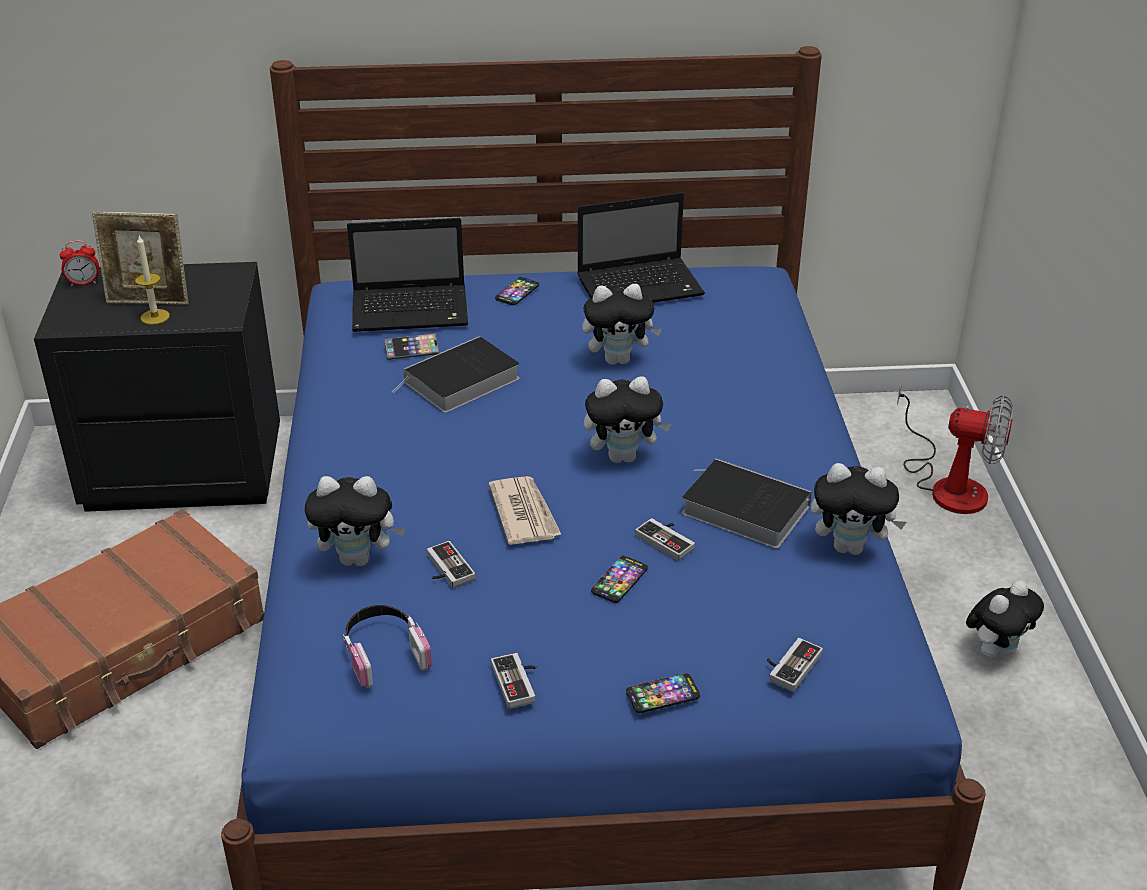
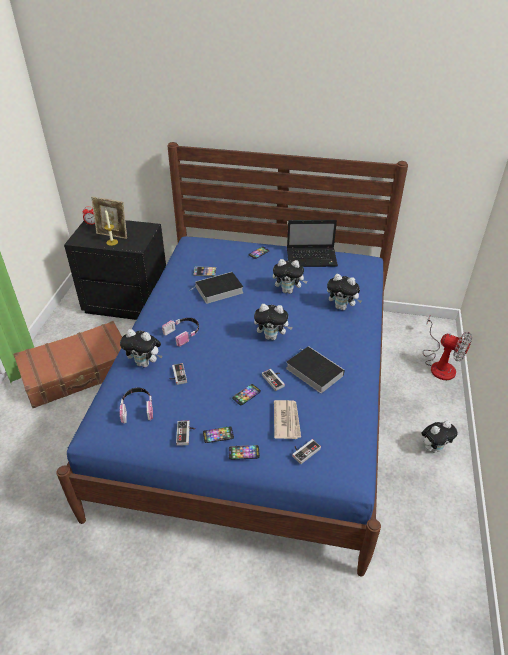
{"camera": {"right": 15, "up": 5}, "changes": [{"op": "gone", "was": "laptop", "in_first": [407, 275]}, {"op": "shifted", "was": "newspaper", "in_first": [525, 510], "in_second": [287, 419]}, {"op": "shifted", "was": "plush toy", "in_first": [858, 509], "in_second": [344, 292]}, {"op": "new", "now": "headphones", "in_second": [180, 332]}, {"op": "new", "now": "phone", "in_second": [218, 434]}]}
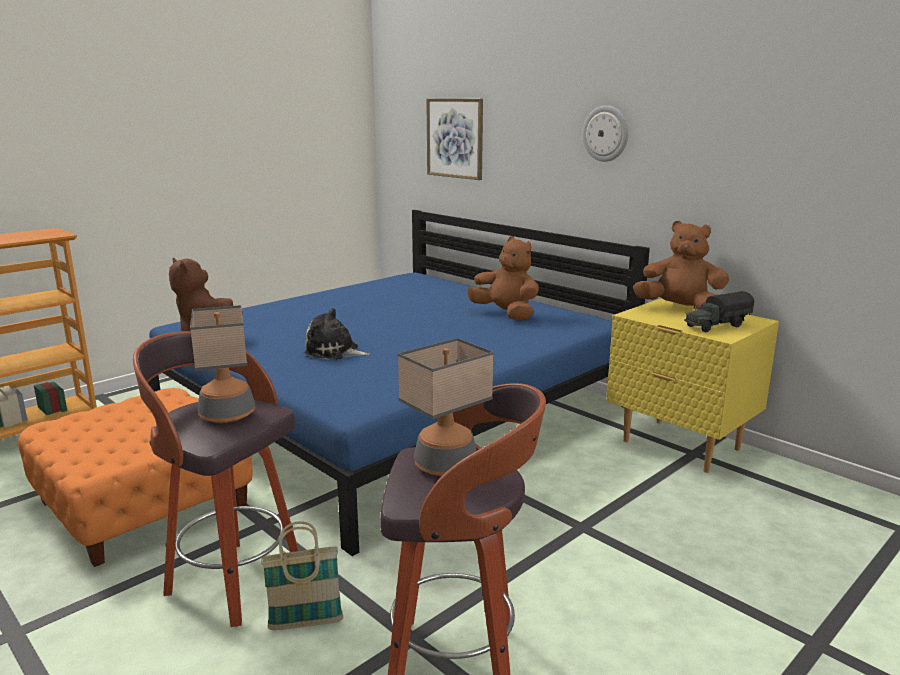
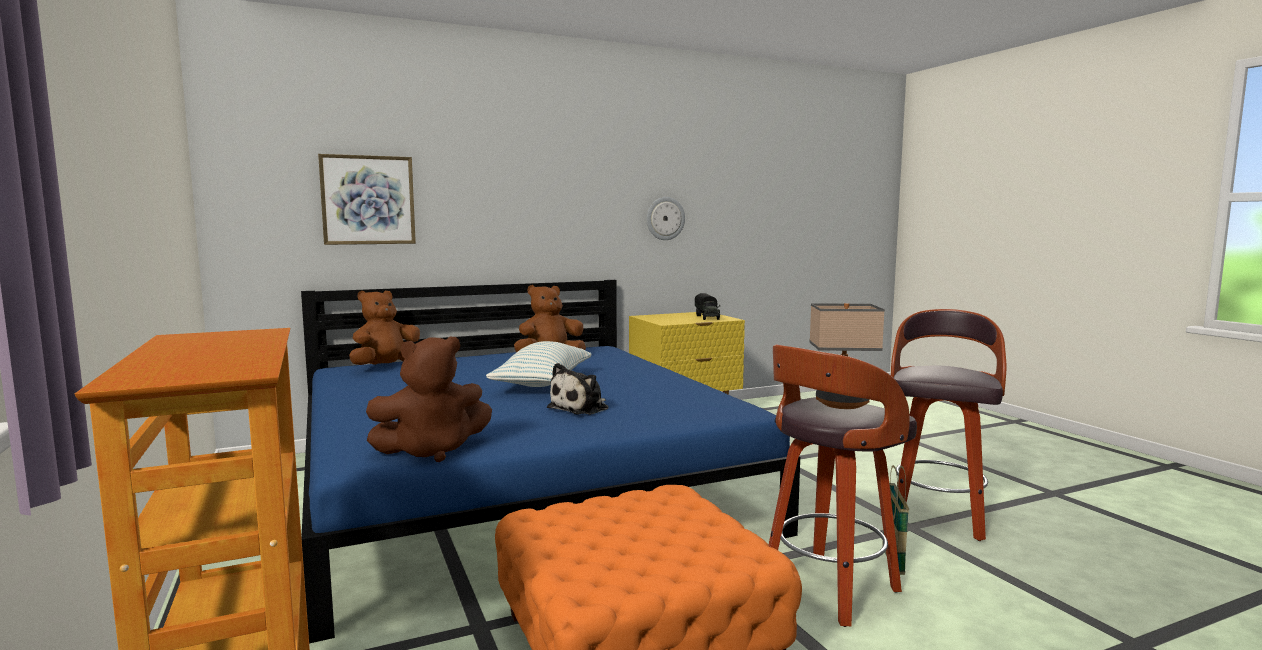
{"camera": {"right": -70, "up": -10}, "changes": [{"op": "gone", "was": "table lamp", "in_first": [446, 407]}, {"op": "shifted", "was": "wall clock", "in_first": [606, 133], "in_second": [665, 218]}, {"op": "shifted", "was": "brown plush toy", "in_first": [681, 265], "in_second": [384, 328]}, {"op": "new", "now": "pillow", "in_second": [539, 364]}]}
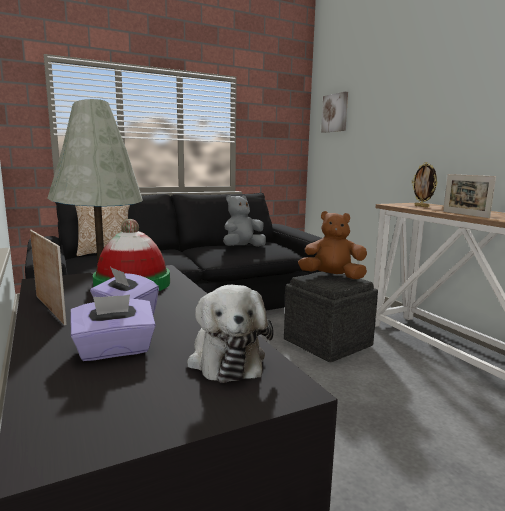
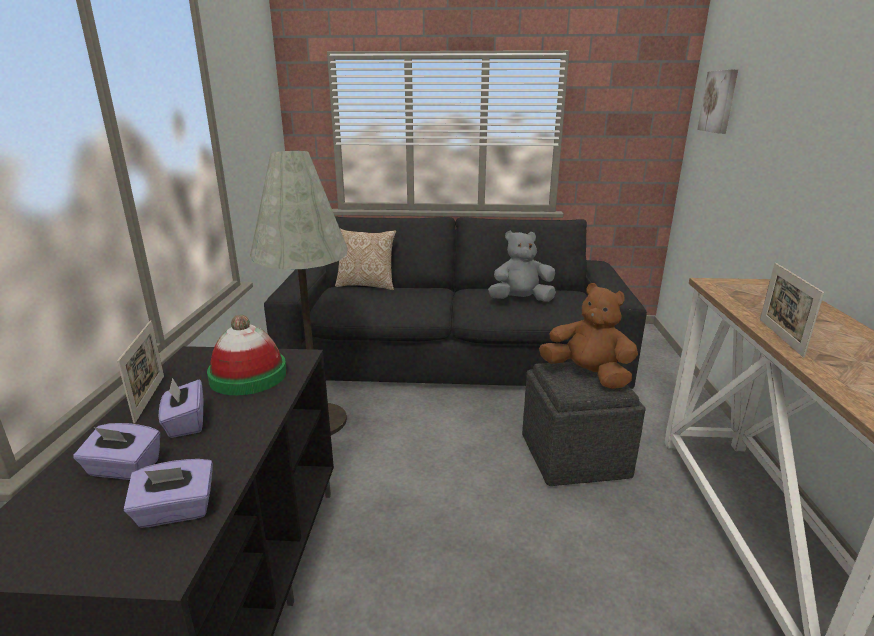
{"camera": {"right": 30, "up": 10}, "changes": [{"op": "swapped", "was": "plush toy", "now": "purple tissue box", "in_first": [230, 334], "in_second": [168, 493]}, {"op": "gone", "was": "picture frame", "in_first": [425, 184]}]}
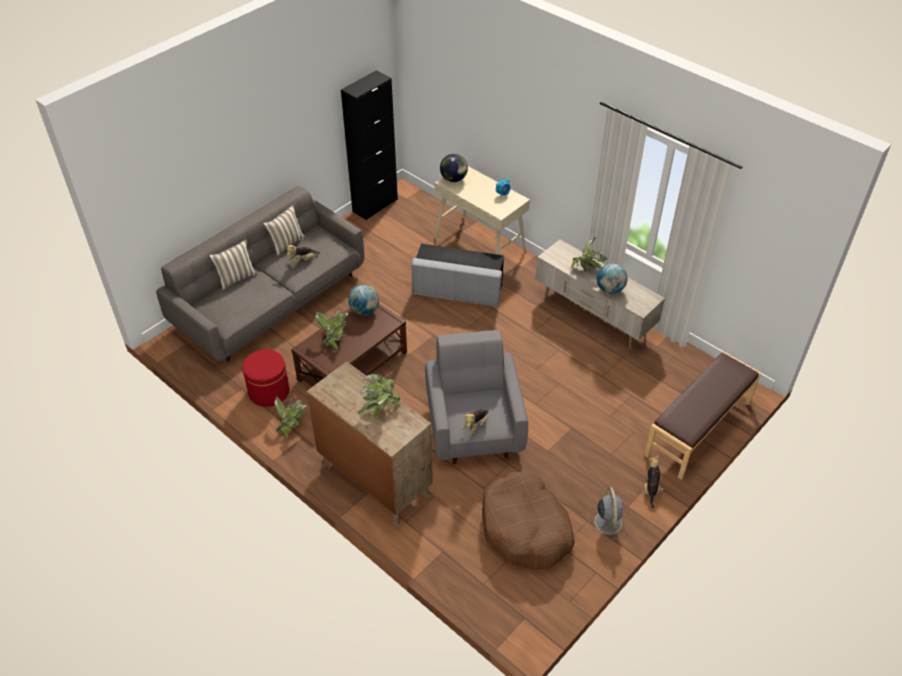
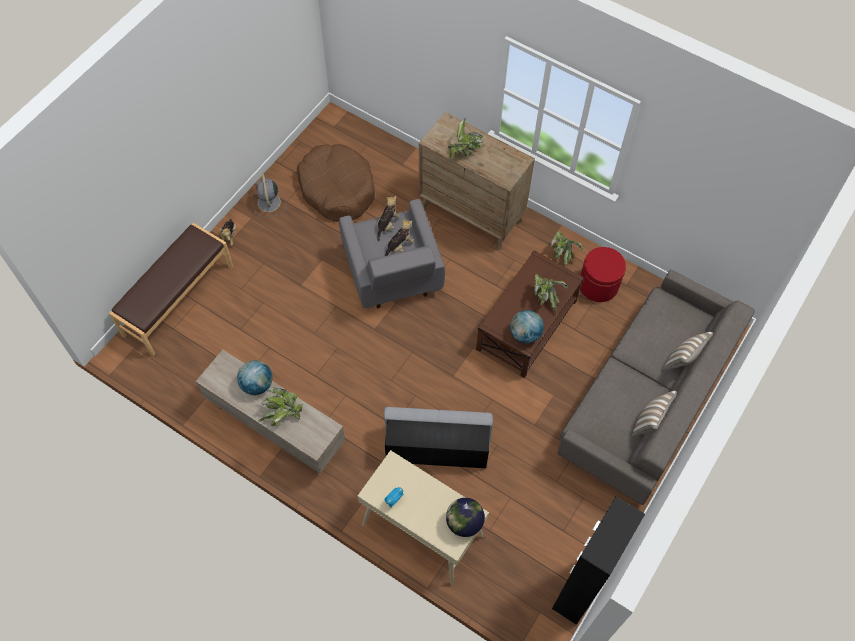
{"camera": {"right": 170, "up": 15}, "changes": [{"op": "shifted", "was": "plush toy", "in_first": [302, 255], "in_second": [399, 237]}]}
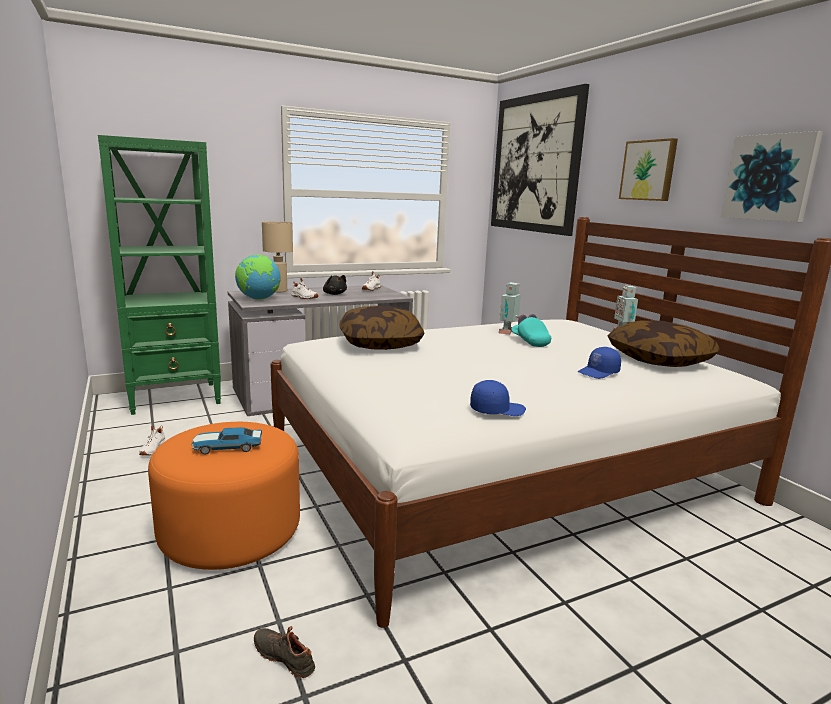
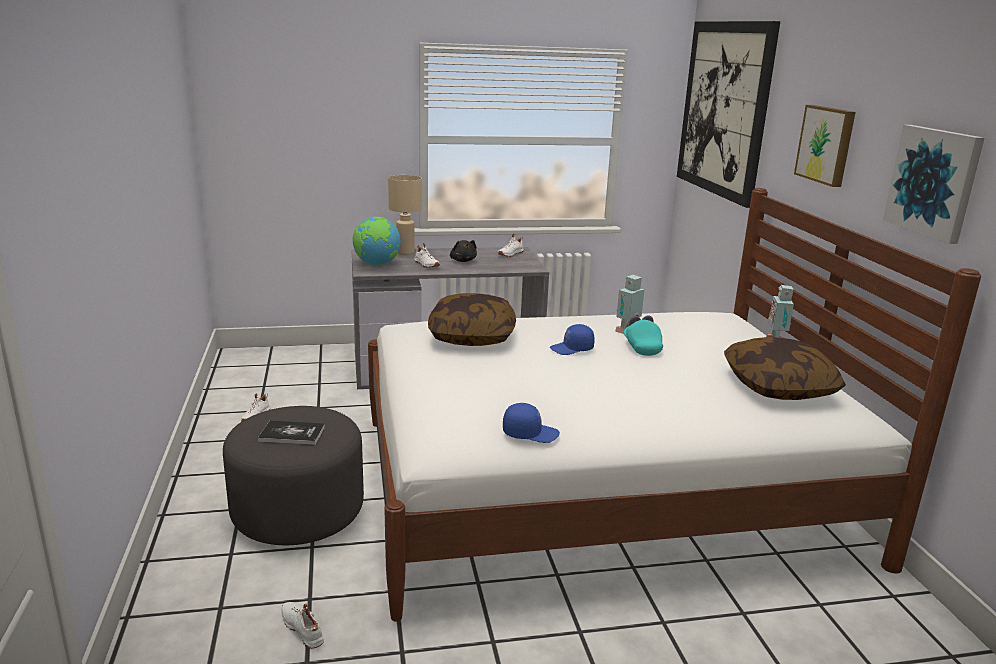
{"camera": {"right": 15, "up": 5}, "changes": [{"op": "gone", "was": "green bookcase", "in_first": [159, 275]}, {"op": "repainted", "was": "orange ottoman", "now": "grey ottoman", "in_first": [224, 496], "in_second": [293, 475]}, {"op": "swapped", "was": "toy car", "now": "book", "in_first": [226, 441], "in_second": [291, 433]}, {"op": "repainted", "was": "black shoe", "now": "white shoe", "in_first": [284, 652], "in_second": [302, 625]}, {"op": "shifted", "was": "blue cap", "in_first": [599, 363], "in_second": [572, 339]}]}
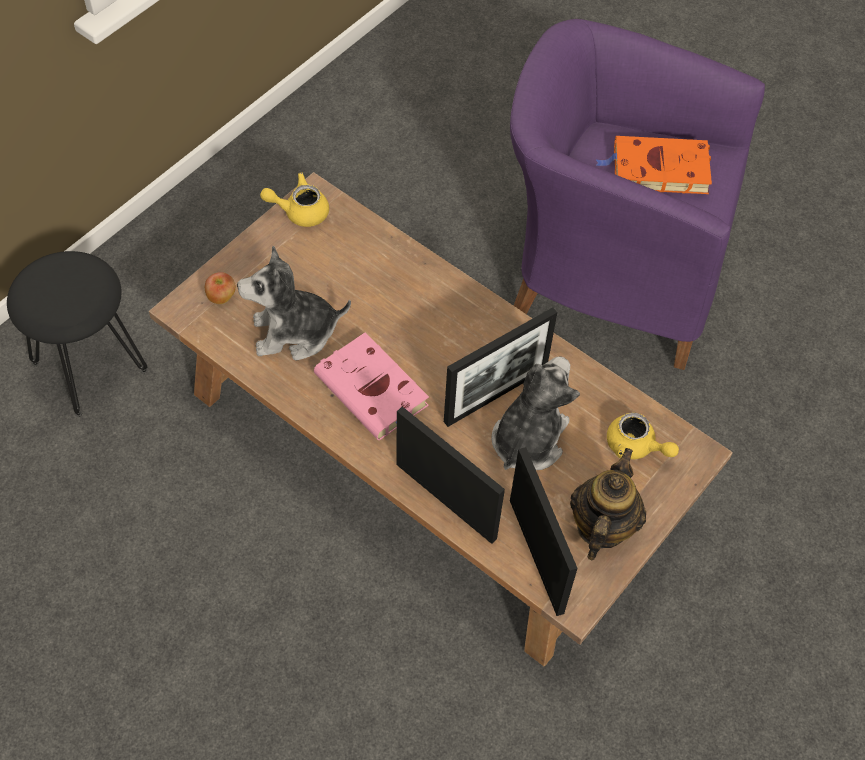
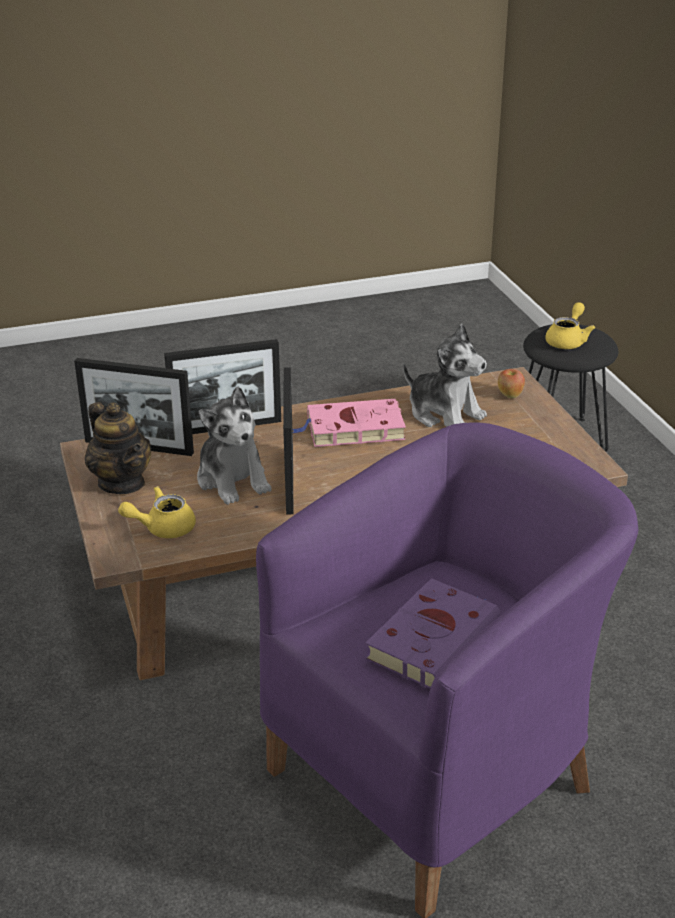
{"camera": {"right": 125, "up": -25}, "changes": [{"op": "rotated", "was": "plush toy", "in_first": [294, 303], "in_second": [445, 375], "clockwise": 105}, {"op": "shifted", "was": "yellow teapot", "in_first": [294, 200], "in_second": [570, 325]}, {"op": "repainted", "was": "orange book", "now": "purple book", "in_first": [654, 165], "in_second": [432, 633]}]}
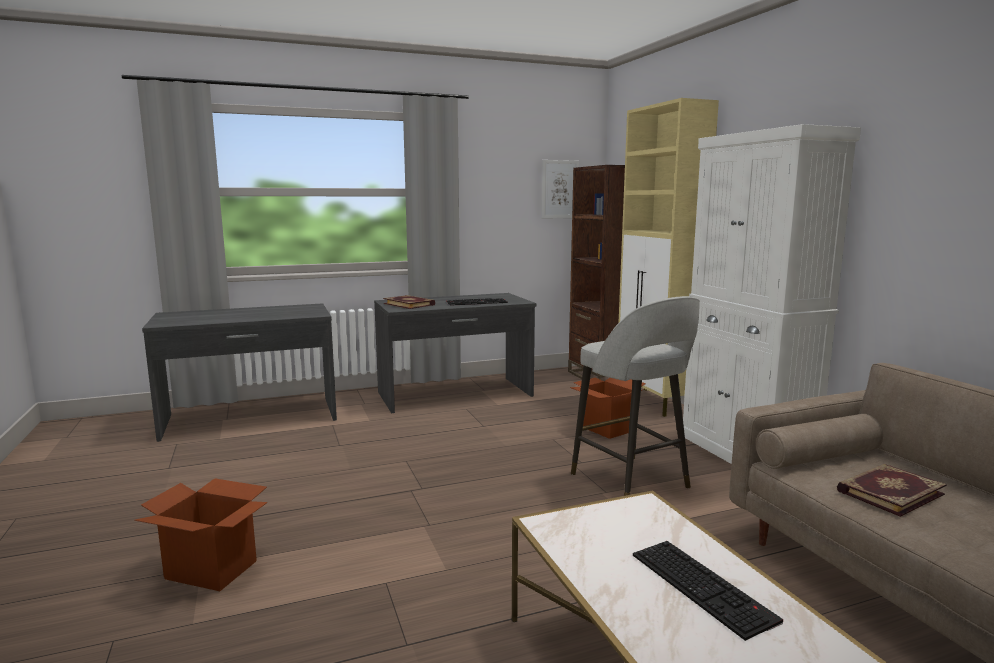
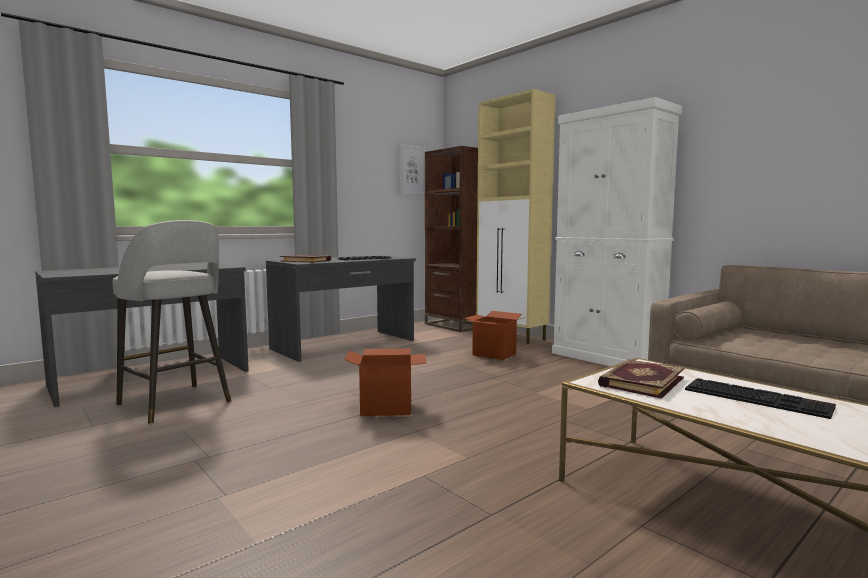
{"camera": {"right": -20, "up": -5}, "changes": [{"op": "shifted", "was": "cardboard box", "in_first": [201, 534], "in_second": [385, 382]}, {"op": "shifted", "was": "grey stool", "in_first": [635, 396], "in_second": [171, 322]}, {"op": "shifted", "was": "book", "in_first": [892, 490], "in_second": [641, 379]}]}
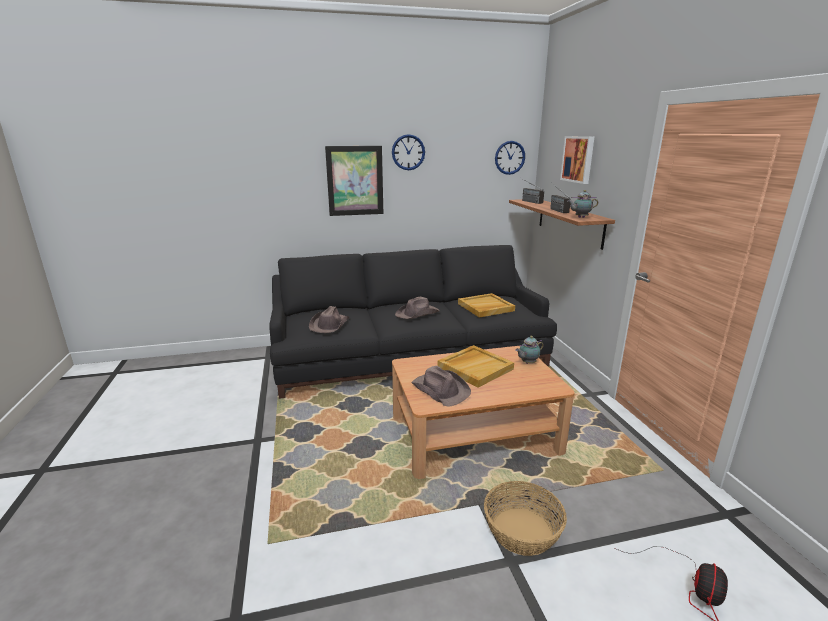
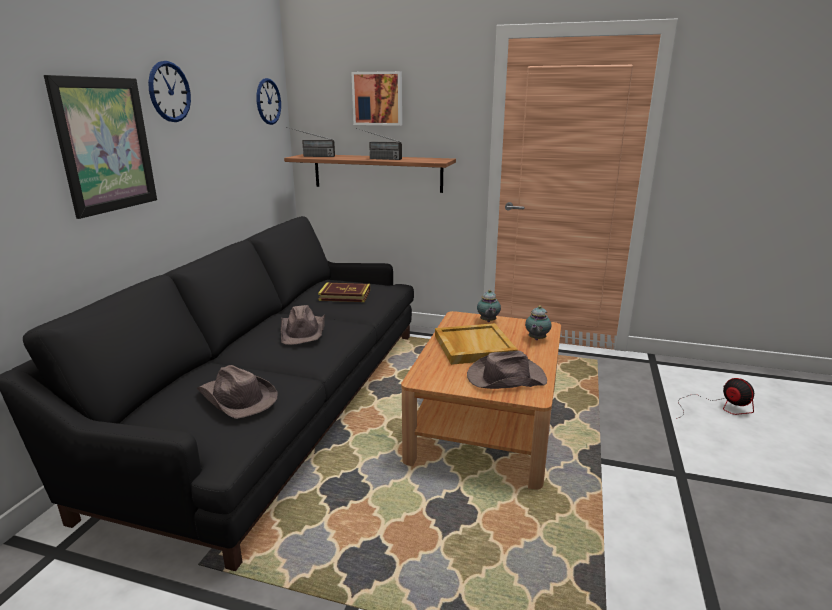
{"camera": {"right": -60, "up": 0}, "changes": [{"op": "swapped", "was": "beige tray", "now": "book", "in_first": [486, 305], "in_second": [344, 292]}, {"op": "gone", "was": "basket", "in_first": [525, 518]}, {"op": "shifted", "was": "teapot", "in_first": [582, 204], "in_second": [538, 322]}]}
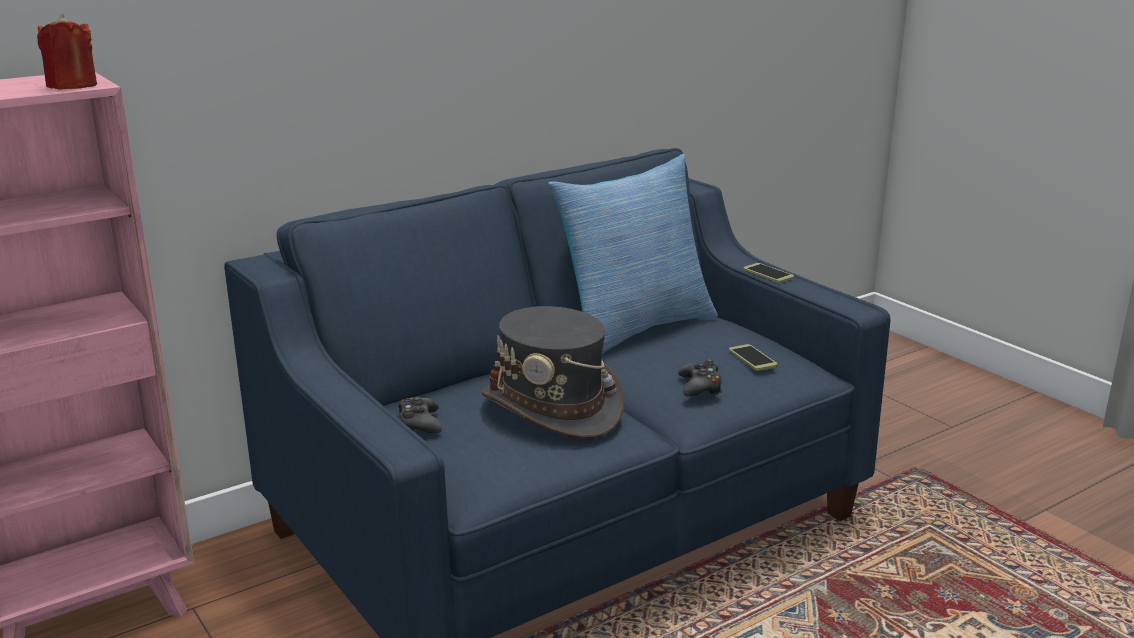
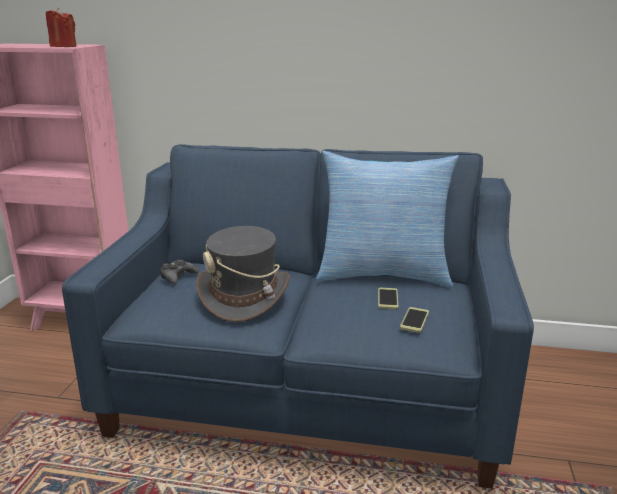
{"camera": {"right": 45, "up": 0}, "changes": [{"op": "gone", "was": "black game controller", "in_first": [700, 378]}, {"op": "shifted", "was": "phone", "in_first": [768, 273], "in_second": [388, 298]}]}
